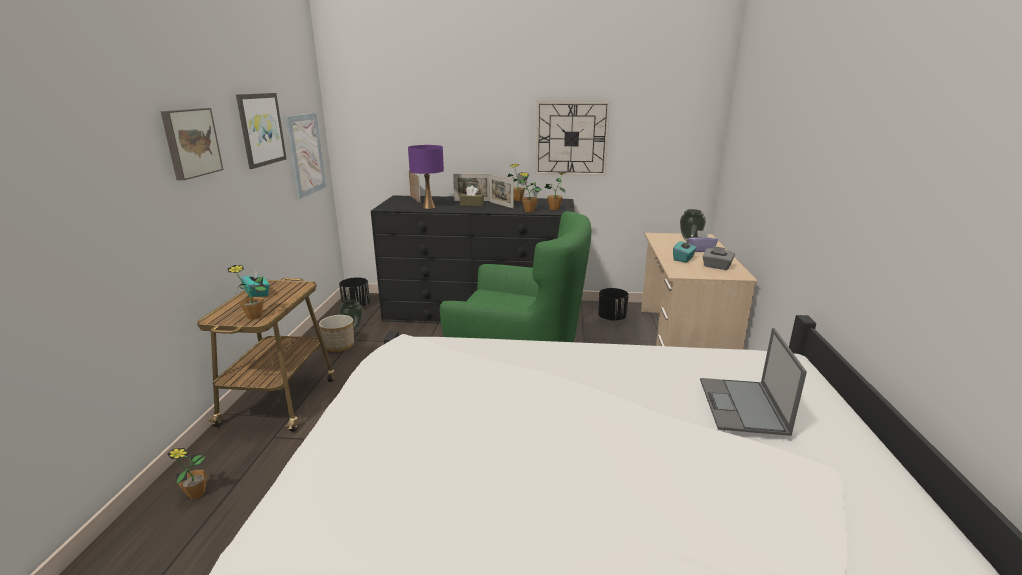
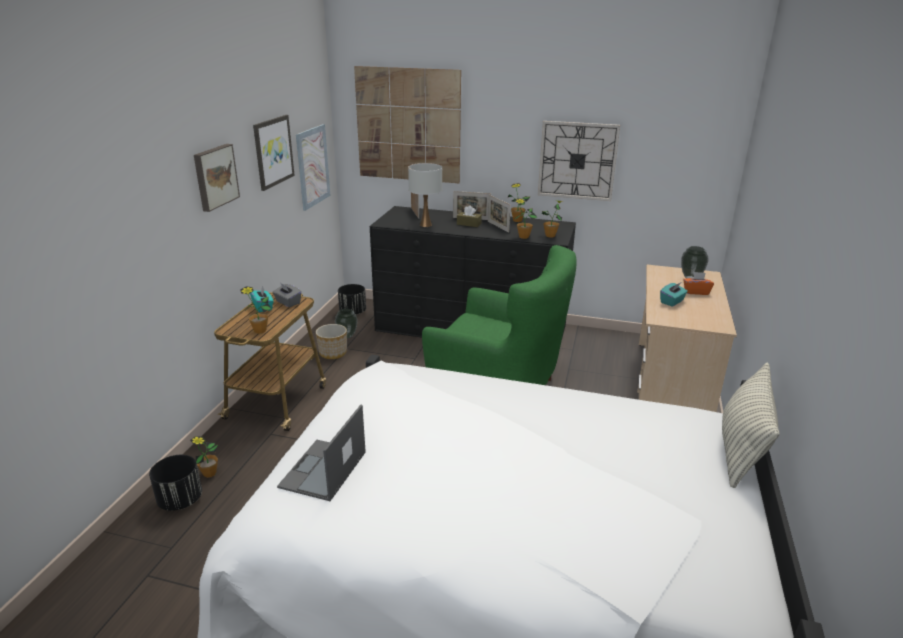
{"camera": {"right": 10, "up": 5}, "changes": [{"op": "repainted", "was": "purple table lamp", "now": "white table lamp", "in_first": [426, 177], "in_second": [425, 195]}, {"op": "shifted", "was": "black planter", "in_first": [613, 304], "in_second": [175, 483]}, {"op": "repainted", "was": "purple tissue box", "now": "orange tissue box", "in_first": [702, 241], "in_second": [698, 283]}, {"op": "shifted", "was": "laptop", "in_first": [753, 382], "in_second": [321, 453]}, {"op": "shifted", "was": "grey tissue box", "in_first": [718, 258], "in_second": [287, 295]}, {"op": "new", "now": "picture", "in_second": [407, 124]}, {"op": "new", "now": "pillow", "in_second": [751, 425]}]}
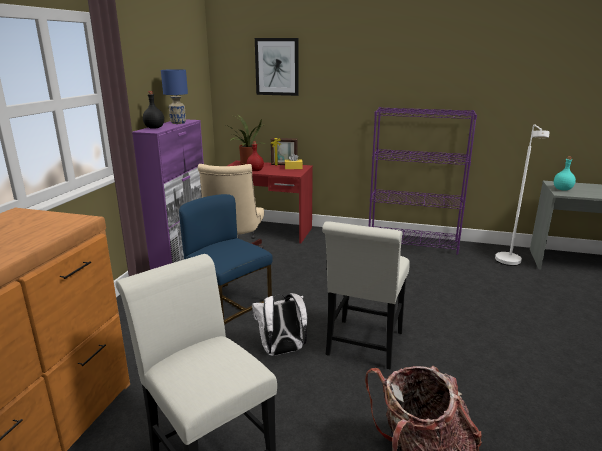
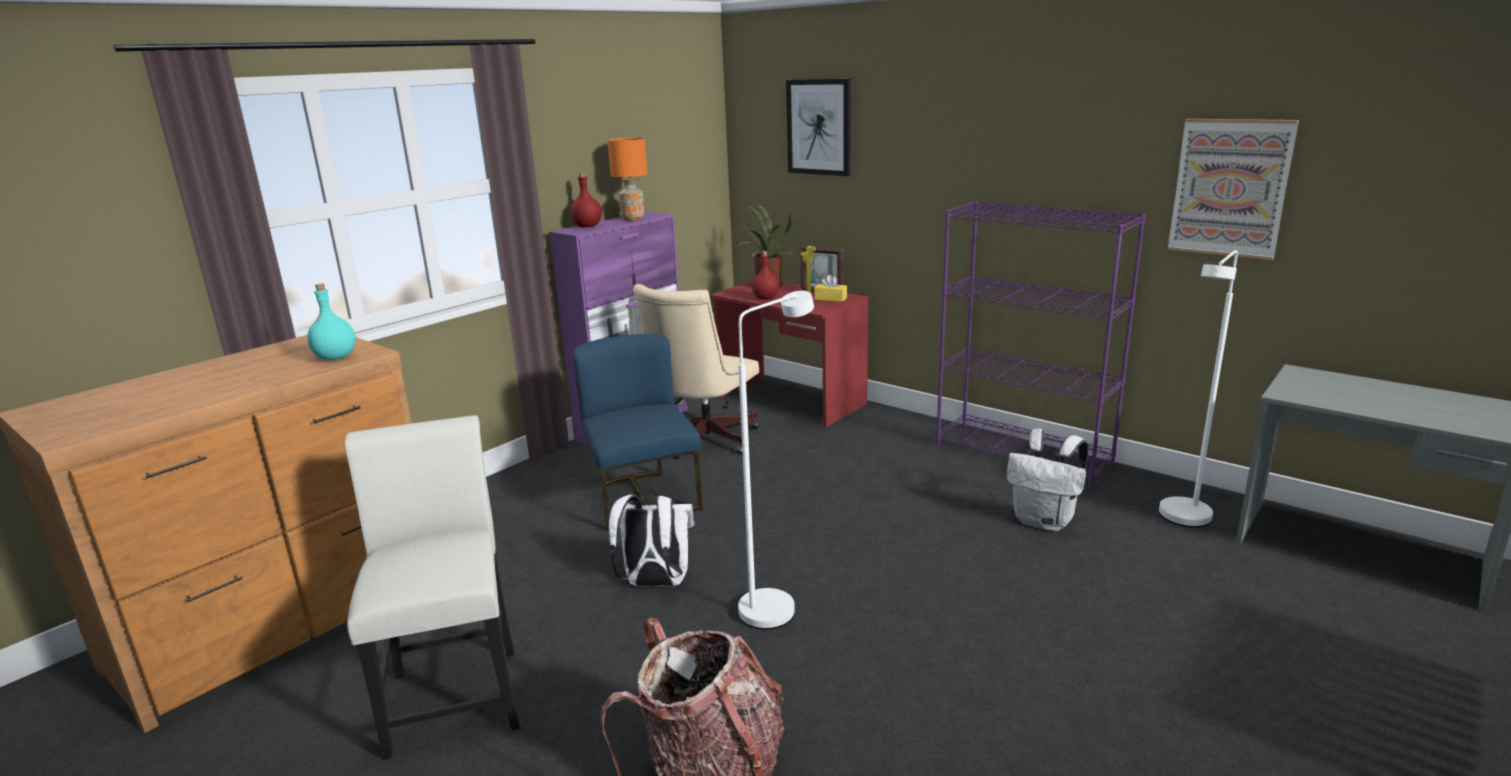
{"camera": {"right": 25, "up": 0}, "changes": [{"op": "repainted", "was": "black bottle", "now": "red bottle", "in_first": [153, 110], "in_second": [586, 199]}, {"op": "repainted", "was": "blue table lamp", "now": "orange table lamp", "in_first": [174, 96], "in_second": [627, 179]}, {"op": "swapped", "was": "white chair", "now": "white floor lamp", "in_first": [366, 295], "in_second": [776, 460]}, {"op": "shifted", "was": "turquoise bottle", "in_first": [565, 173], "in_second": [331, 322]}, {"op": "new", "now": "white backpack", "in_second": [1047, 480]}, {"op": "new", "now": "picture", "in_second": [1233, 189]}]}
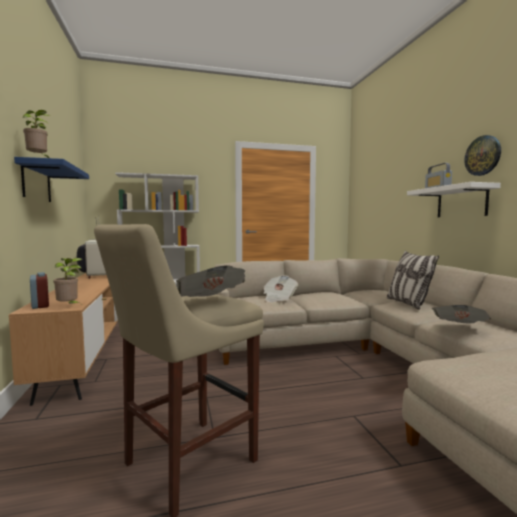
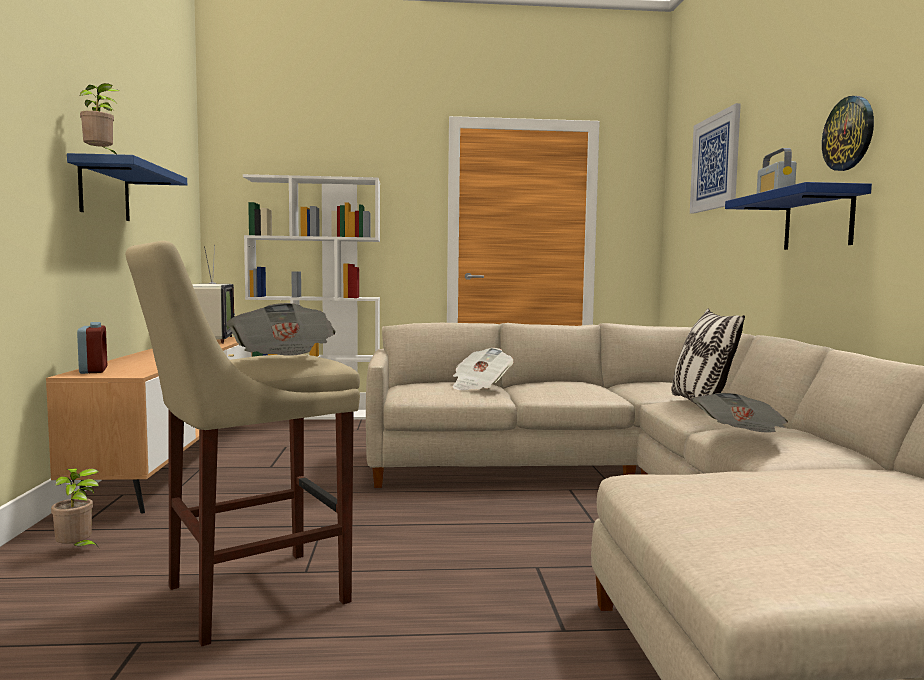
{"camera": {"right": 10, "up": 0}, "changes": [{"op": "shifted", "was": "potted plant", "in_first": [67, 281], "in_second": [75, 509]}, {"op": "repainted", "was": "white shelf", "now": "blue shelf", "in_first": [454, 199], "in_second": [798, 216]}, {"op": "new", "now": "picture", "in_second": [715, 158]}]}
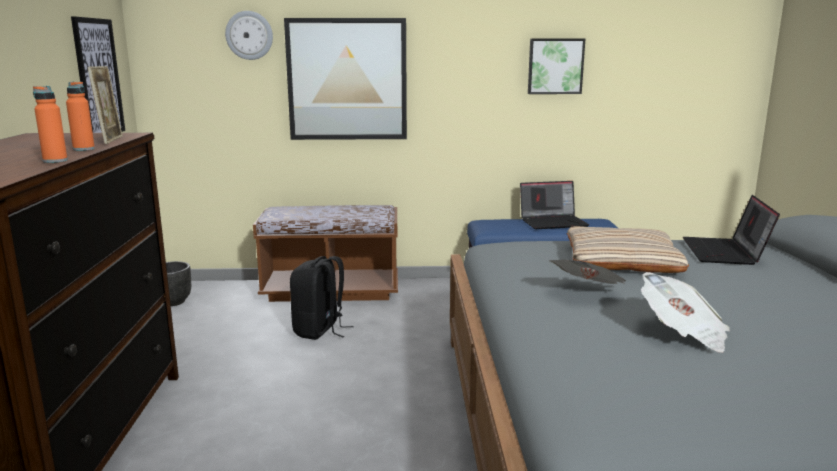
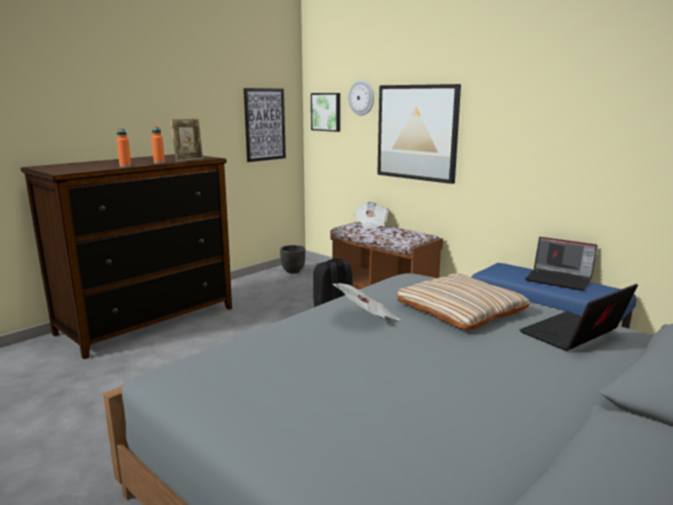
{"camera": {"right": 45, "up": 0}, "changes": [{"op": "shifted", "was": "picture", "in_first": [556, 66], "in_second": [325, 112]}, {"op": "shifted", "was": "newspaper", "in_first": [685, 312], "in_second": [371, 215]}]}
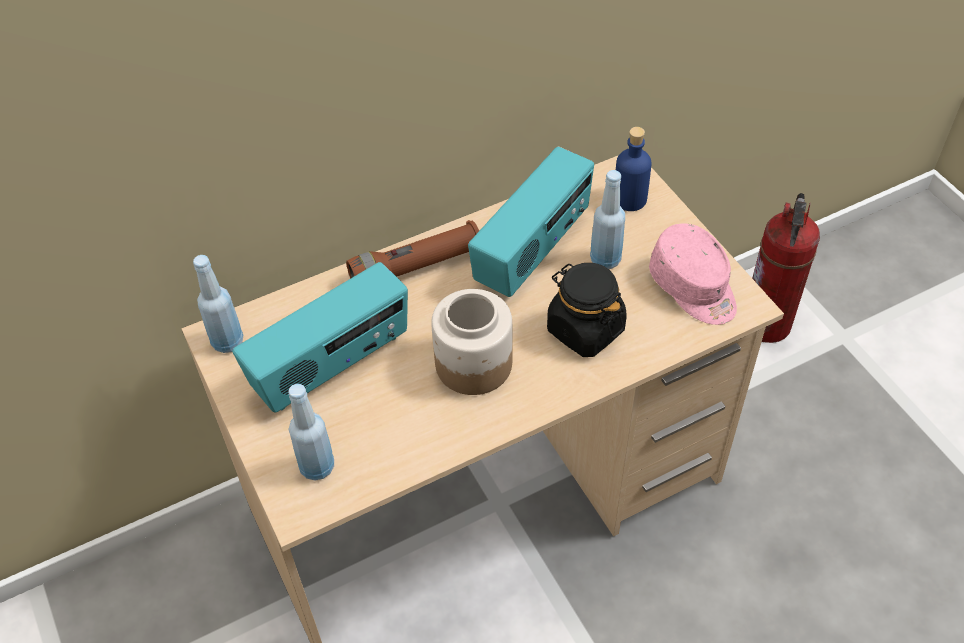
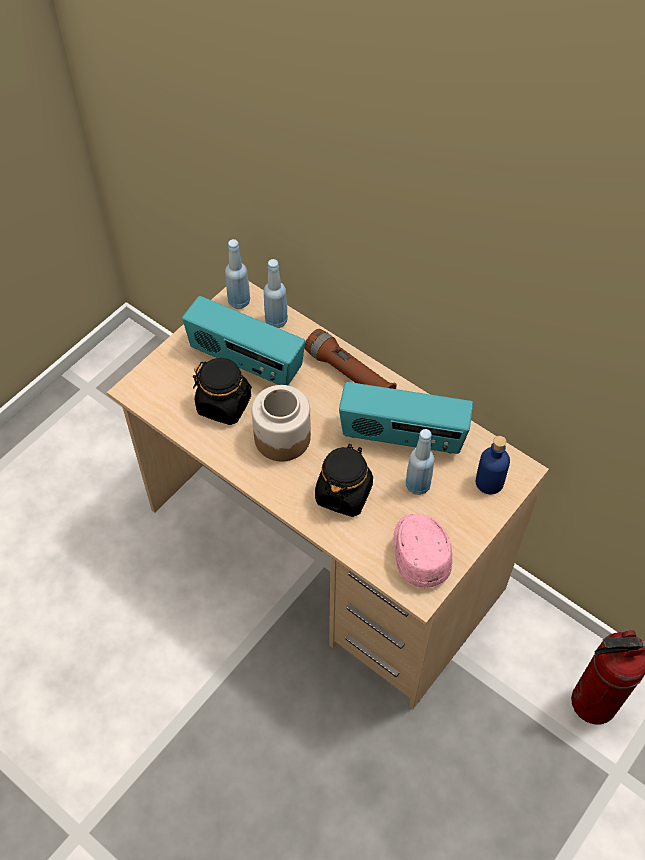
{"camera": {"right": 65, "up": 5}, "changes": [{"op": "shifted", "was": "blue bottle", "in_first": [311, 432], "in_second": [275, 293]}, {"op": "rotated", "was": "pink cap", "in_first": [693, 274], "in_second": [423, 551], "clockwise": 135}, {"op": "new", "now": "black jar", "in_second": [222, 391]}]}
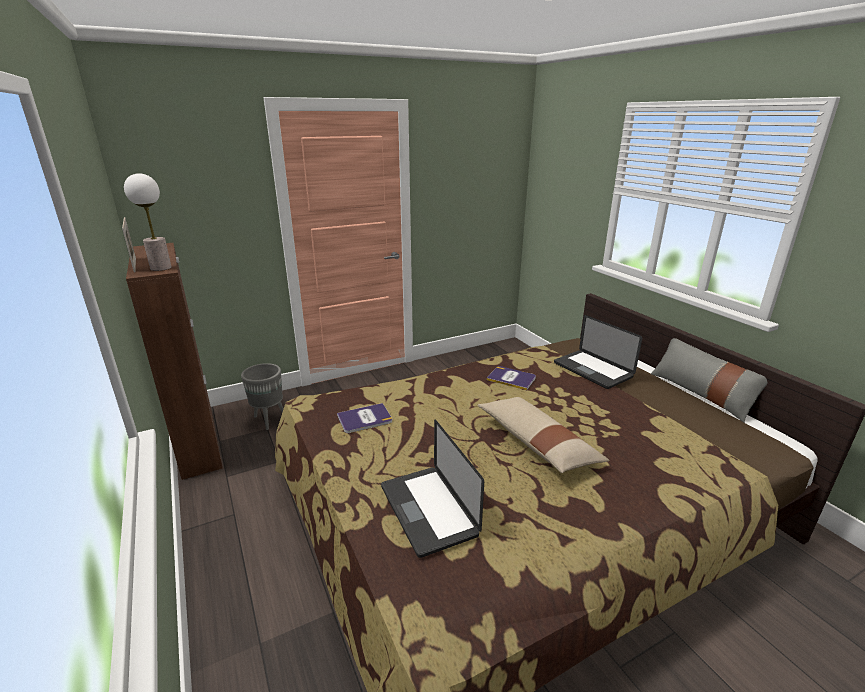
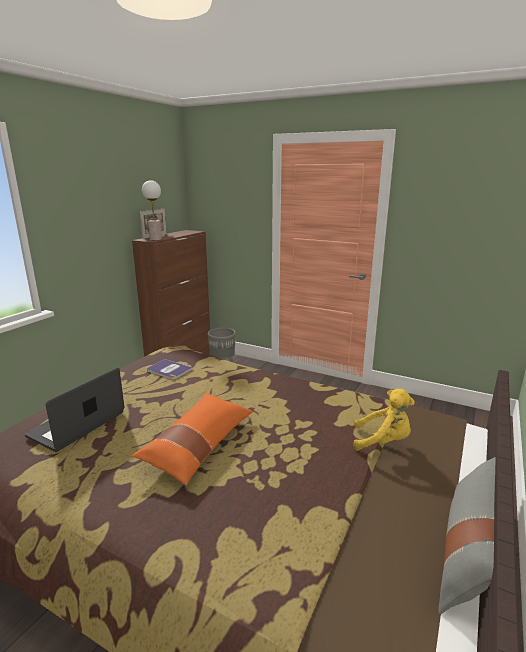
{"camera": {"right": 55, "up": -5}, "changes": [{"op": "repainted", "was": "beige pillow", "now": "orange pillow", "in_first": [543, 435], "in_second": [192, 439]}, {"op": "gone", "was": "book", "in_first": [511, 378]}, {"op": "swapped", "was": "laptop", "now": "yellow plush toy", "in_first": [598, 352], "in_second": [384, 420]}]}
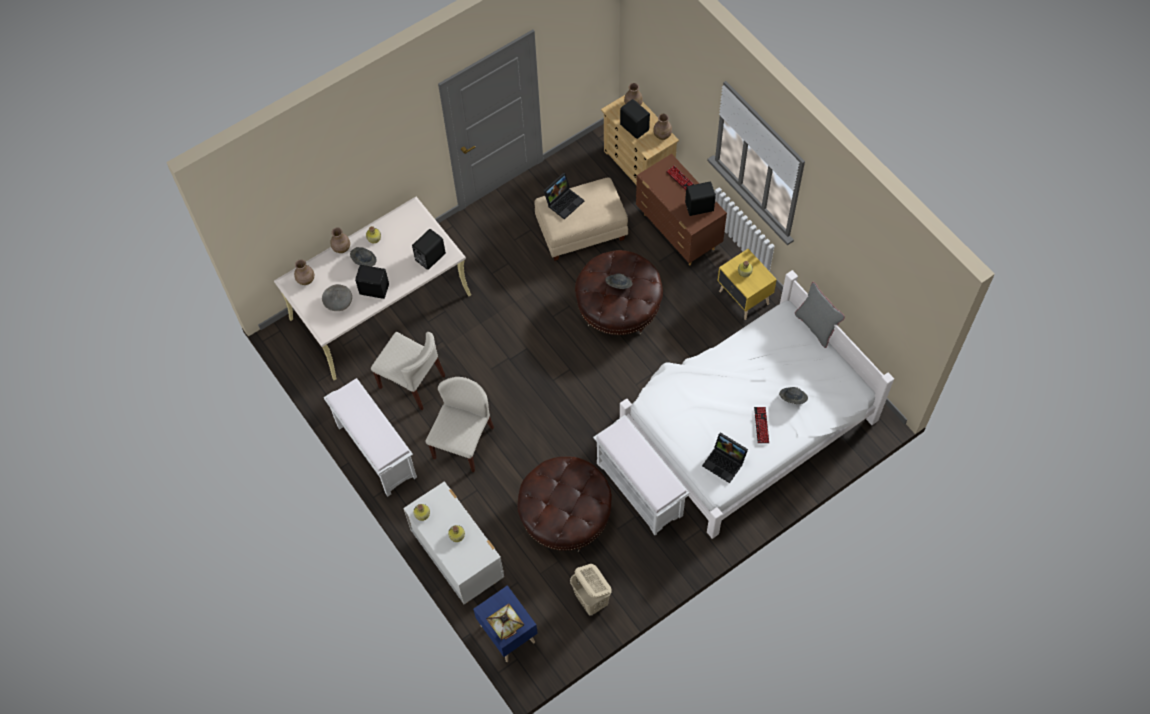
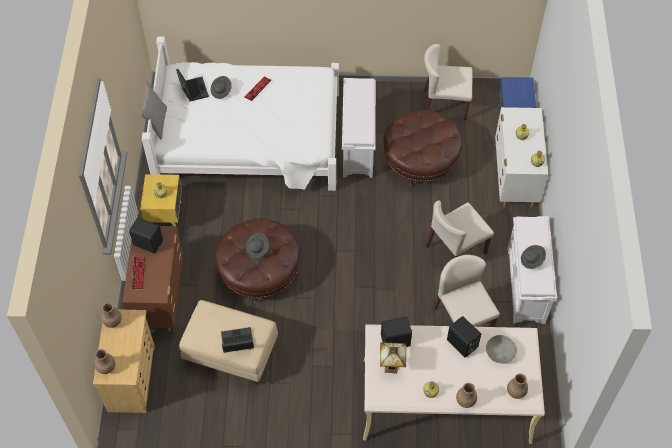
{"camera": {"right": -145, "up": -5}, "changes": [{"op": "shifted", "was": "grey hat", "in_first": [363, 257], "in_second": [533, 257]}, {"op": "shifted", "was": "table lamp", "in_first": [505, 622], "in_second": [393, 358]}, {"op": "swapped", "was": "beige laundry basket", "now": "beige chair", "in_first": [591, 590], "in_second": [448, 82]}, {"op": "gone", "was": "black speaker", "in_first": [635, 119]}, {"op": "shifted", "was": "laptop", "in_first": [725, 457], "in_second": [192, 85]}]}
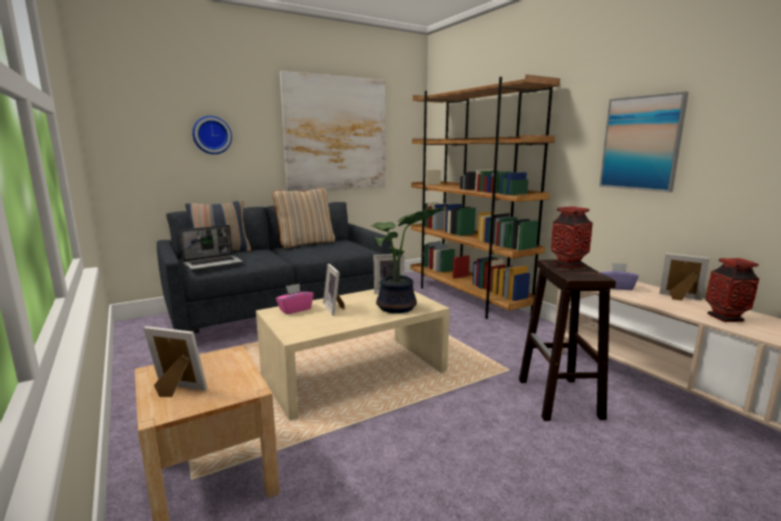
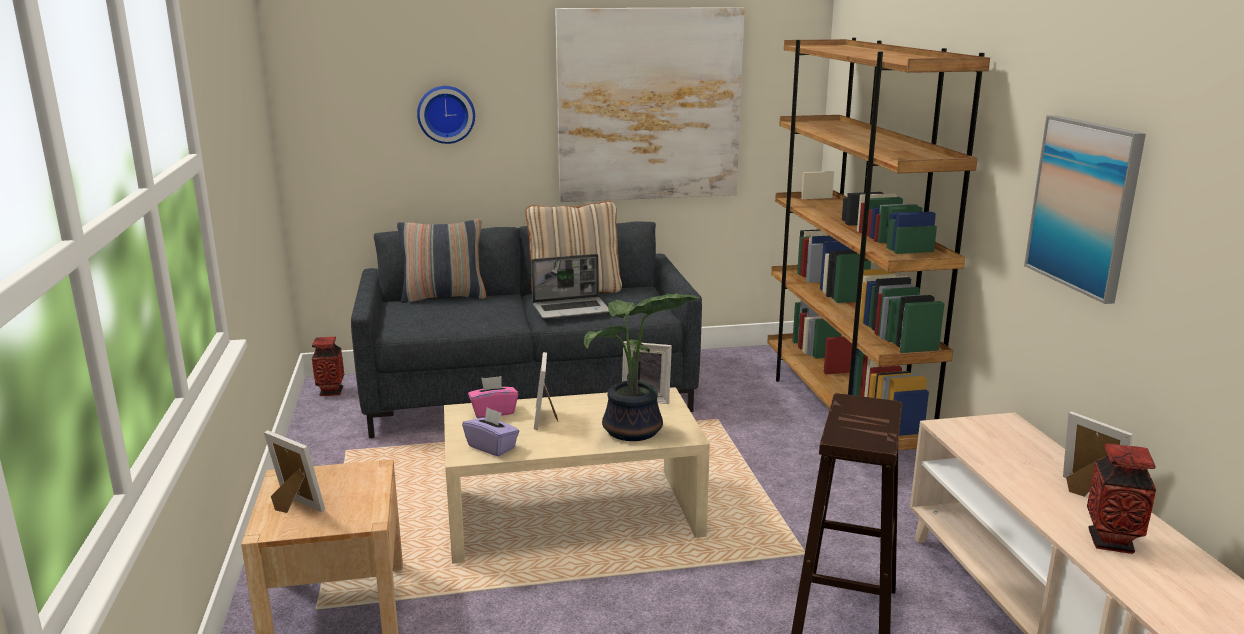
{"camera": {"right": 20, "up": 5}, "changes": [{"op": "shifted", "was": "laptop", "in_first": [211, 247], "in_second": [570, 286]}, {"op": "shifted", "was": "vase", "in_first": [572, 237], "in_second": [328, 366]}, {"op": "shifted", "was": "purple tissue box", "in_first": [619, 276], "in_second": [490, 431]}]}
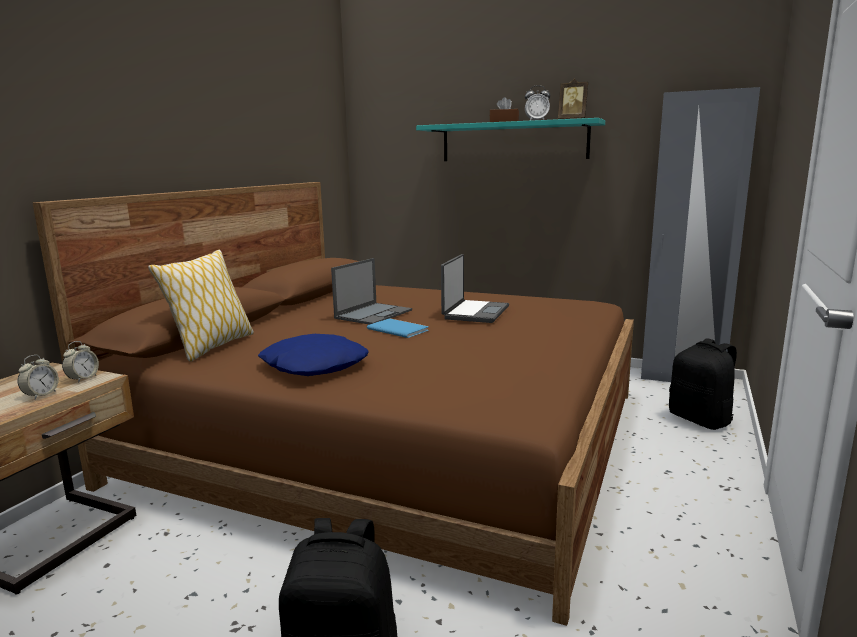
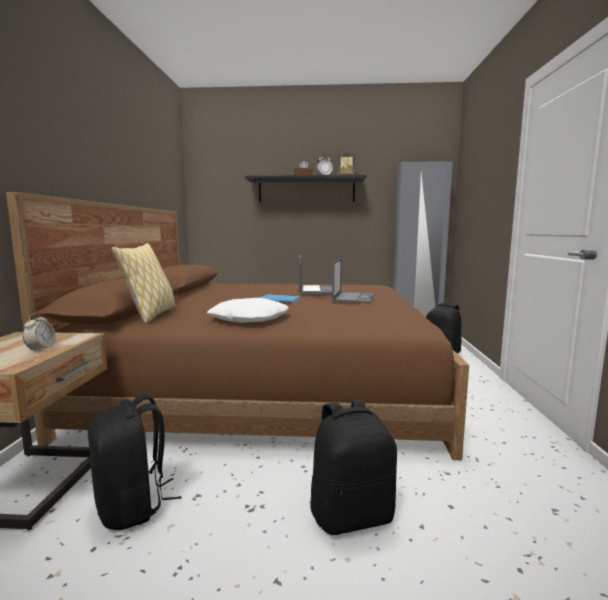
{"camera": {"right": -20, "up": -5}, "changes": [{"op": "gone", "was": "alarm clock", "in_first": [80, 362]}, {"op": "repainted", "was": "blue pillow", "now": "white pillow", "in_first": [313, 355], "in_second": [248, 310]}, {"op": "shifted", "was": "laptop", "in_first": [371, 291], "in_second": [353, 280]}, {"op": "repainted", "was": "turquoise shelf", "now": "black shelf", "in_first": [510, 139], "in_second": [305, 188]}, {"op": "new", "now": "black backpack", "in_second": [135, 462]}]}
